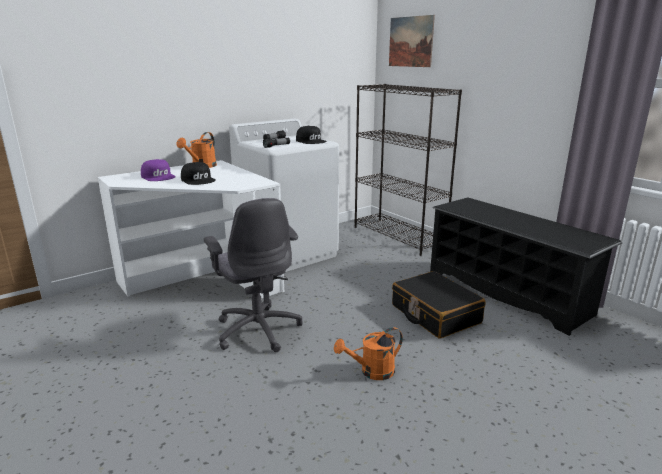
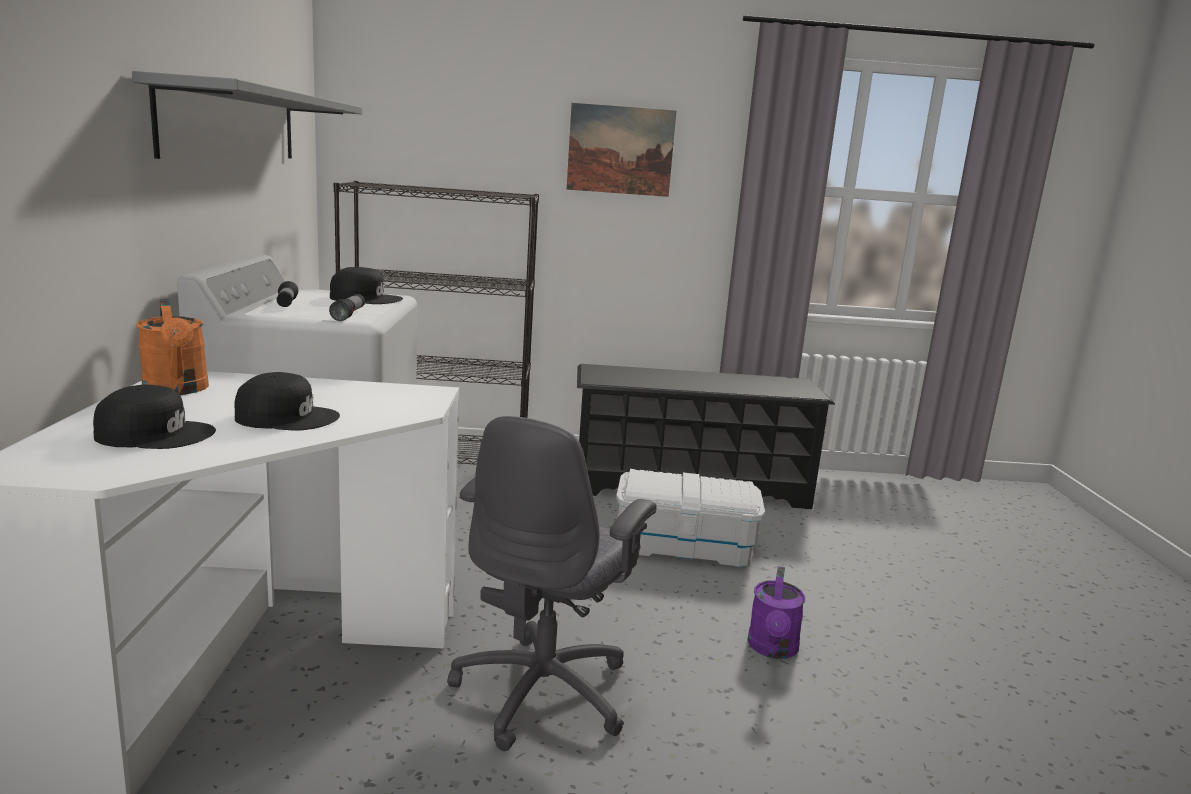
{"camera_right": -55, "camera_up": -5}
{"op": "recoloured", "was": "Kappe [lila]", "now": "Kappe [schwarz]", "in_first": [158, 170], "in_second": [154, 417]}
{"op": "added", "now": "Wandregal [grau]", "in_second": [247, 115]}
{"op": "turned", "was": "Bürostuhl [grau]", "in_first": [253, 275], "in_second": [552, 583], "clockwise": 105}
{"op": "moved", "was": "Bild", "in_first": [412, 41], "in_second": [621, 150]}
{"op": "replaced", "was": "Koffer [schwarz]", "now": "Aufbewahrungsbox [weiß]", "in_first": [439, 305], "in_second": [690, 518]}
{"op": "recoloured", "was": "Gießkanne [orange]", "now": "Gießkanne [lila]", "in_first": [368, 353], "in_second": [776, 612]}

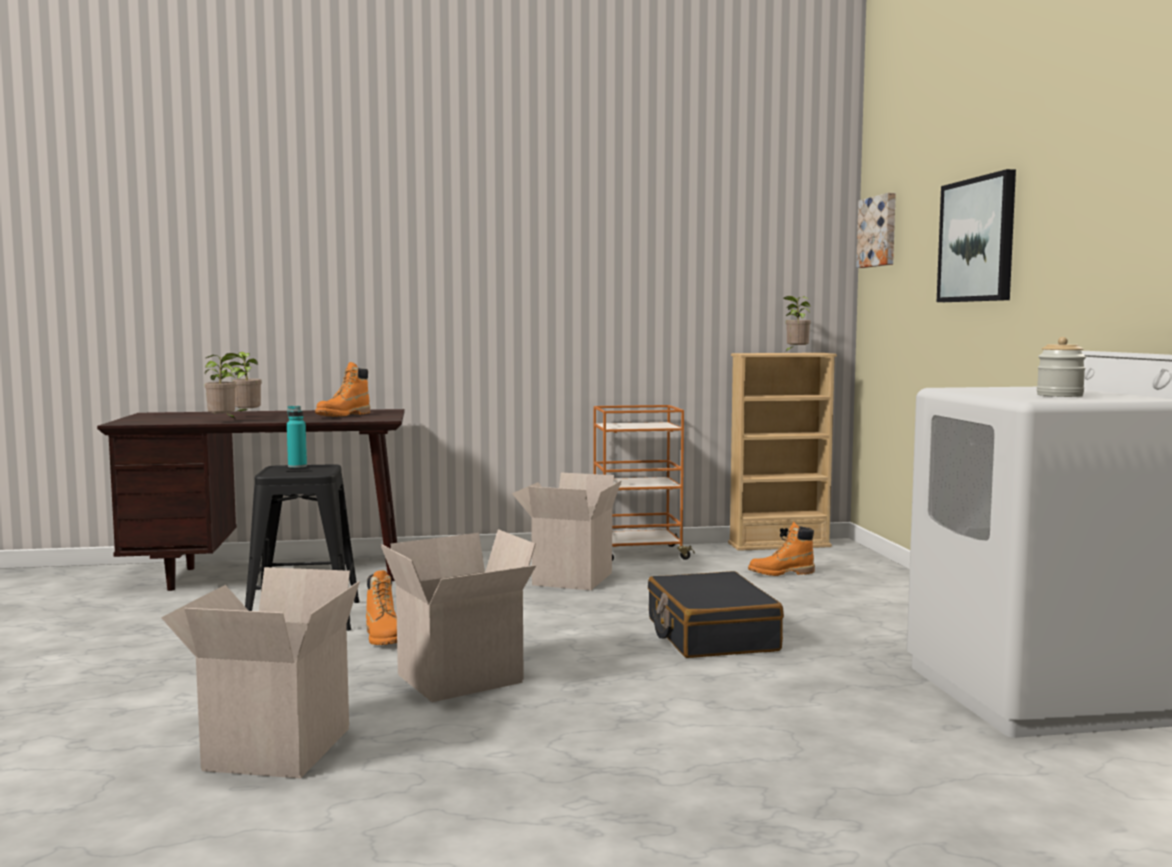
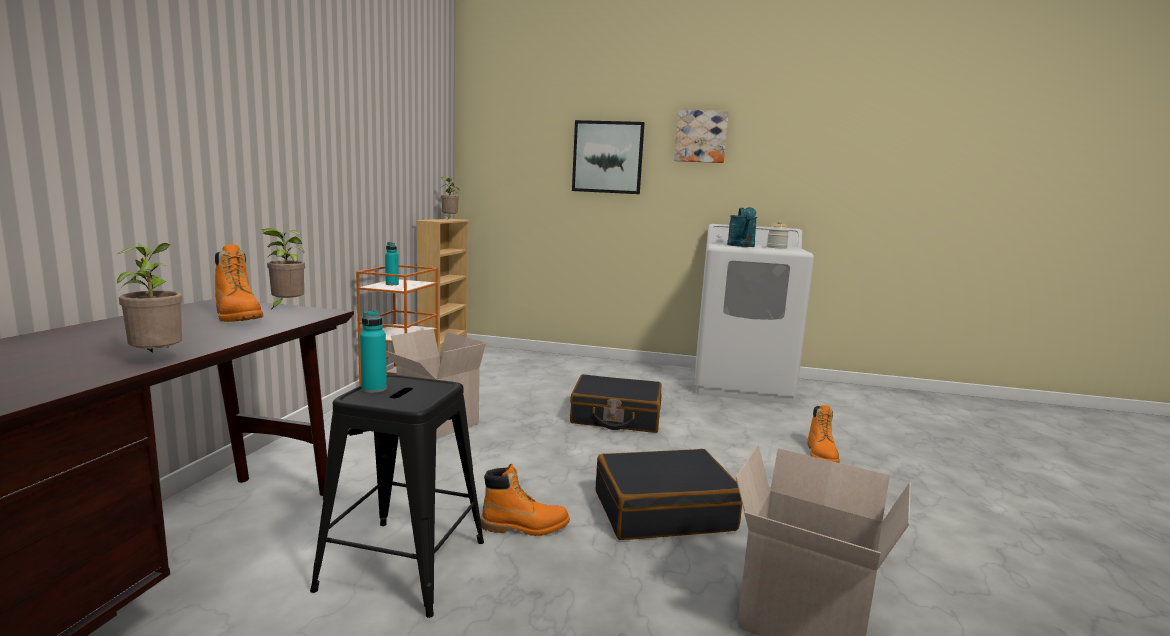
{"camera_right": -70, "camera_up": 5}
{"op": "moved", "was": "Topfpflanze", "in_first": [244, 383], "in_second": [283, 269]}
{"op": "added", "now": "Flasche [türkis]", "in_second": [392, 263]}
{"op": "replaced", "was": "Karton", "now": "Koffer [schwarz]", "in_first": [458, 615], "in_second": [669, 494]}
{"op": "moved", "was": "Bild", "in_first": [876, 230], "in_second": [701, 136]}
{"op": "added", "now": "Gießkanne [türkis]", "in_second": [742, 227]}
{"op": "moved", "was": "Stiefel [orange]", "in_first": [781, 549], "in_second": [824, 434]}

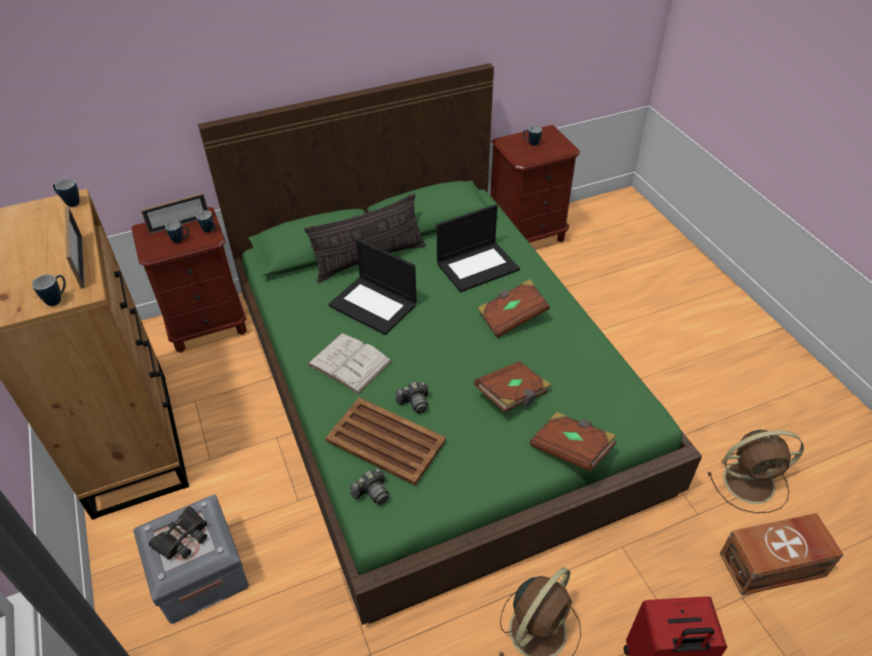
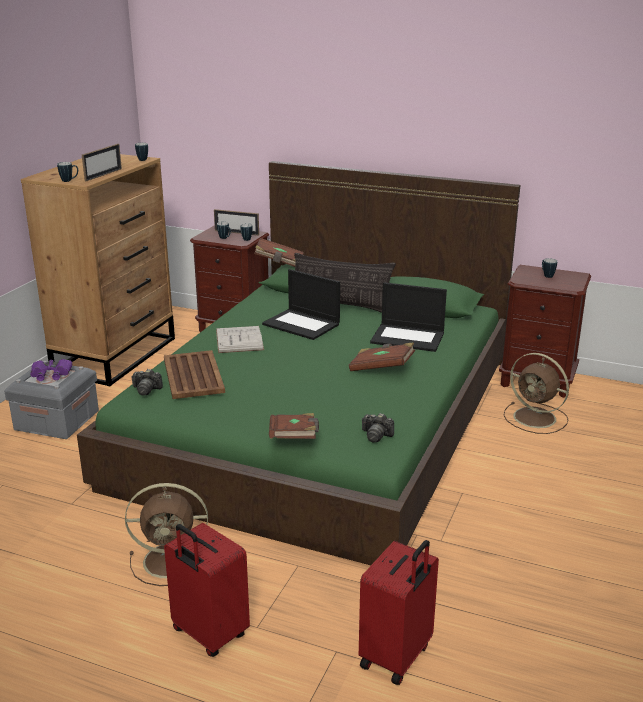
{"camera_right": 45, "camera_up": -20}
{"op": "recoloured", "was": "Fernglas [schwarz]", "now": "Fernglas [lila]", "in_first": [178, 533], "in_second": [51, 370]}
{"op": "moved", "was": "Buch [braun]", "in_first": [512, 386], "in_second": [279, 252]}
{"op": "turned", "was": "Laptop", "in_first": [372, 287], "in_second": [301, 304], "clockwise": -45}
{"op": "replaced", "was": "Aufbewahrungsbox [braun]", "now": "Koffer [rot]", "in_first": [782, 554], "in_second": [399, 612]}
{"op": "moved", "was": "Kamera", "in_first": [411, 398], "in_second": [378, 428]}
{"op": "moved", "was": "Ventilator [braun]", "in_first": [755, 471], "in_second": [536, 393]}

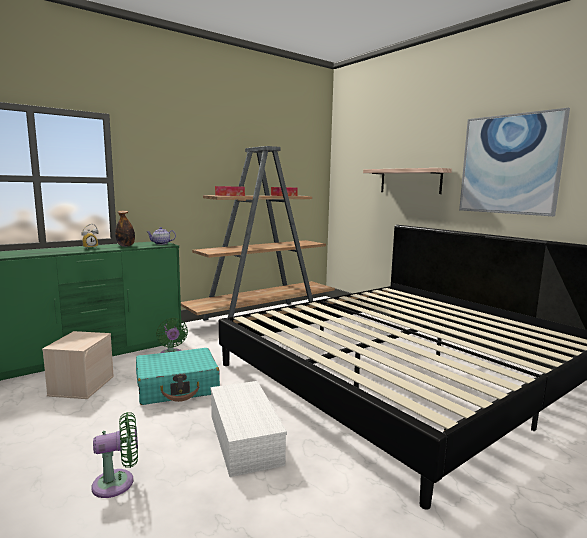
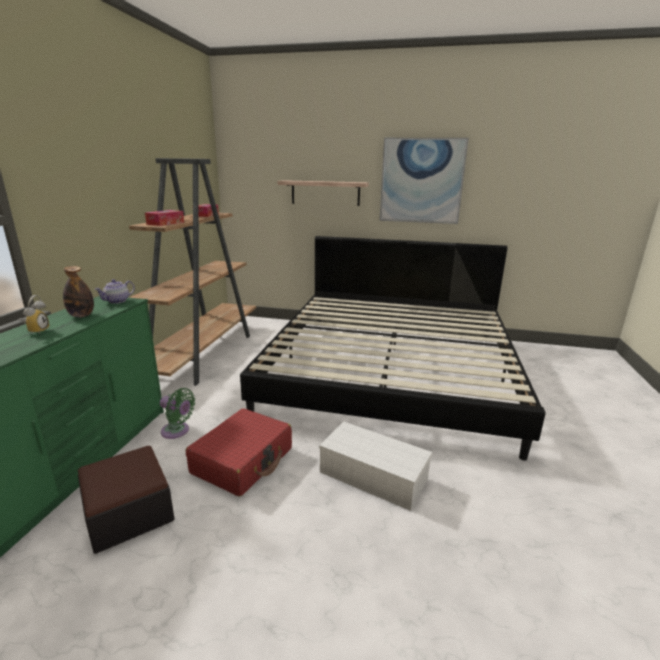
{"camera_right": -40, "camera_up": 10}
{"op": "replaced", "was": "Aufbewahrungsbox [beige]", "now": "Polsterhocker", "in_first": [78, 365], "in_second": [126, 500]}
{"op": "recoloured", "was": "Koffer [türkis]", "now": "Koffer [rot]", "in_first": [178, 376], "in_second": [239, 452]}
{"op": "removed", "was": "Ventilator [grün]", "in_first": [114, 455]}

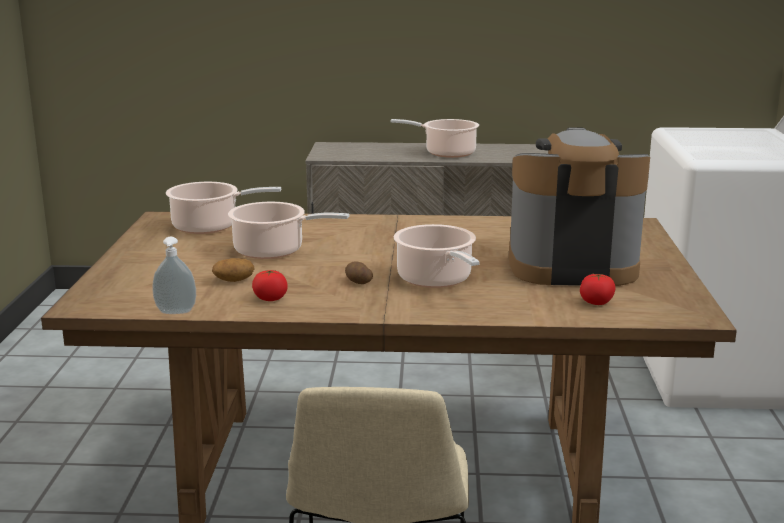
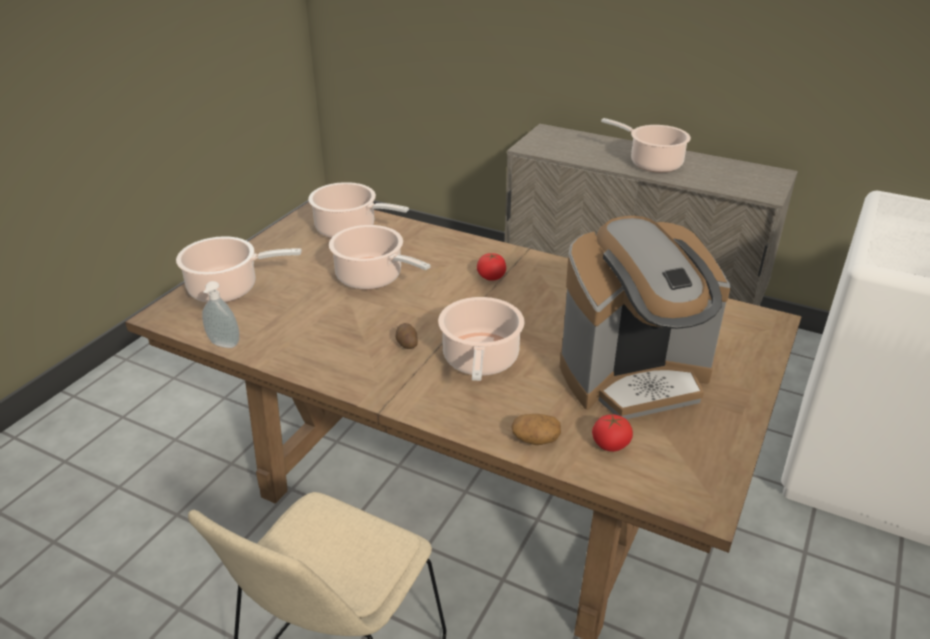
{"camera_right": 25, "camera_up": 15}
{"op": "added", "now": "Kochtopf", "in_second": [239, 269]}
{"op": "moved", "was": "Tomate", "in_first": [270, 285], "in_second": [491, 267]}
{"op": "moved", "was": "Kartoffel", "in_first": [233, 270], "in_second": [536, 429]}
{"op": "turned", "was": "Kaffeemaschine", "in_first": [579, 206], "in_second": [645, 317], "clockwise": 135}

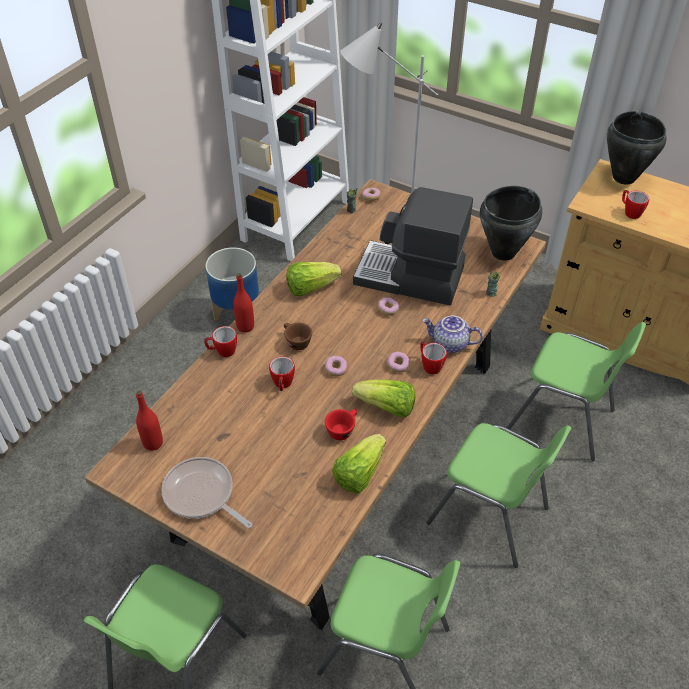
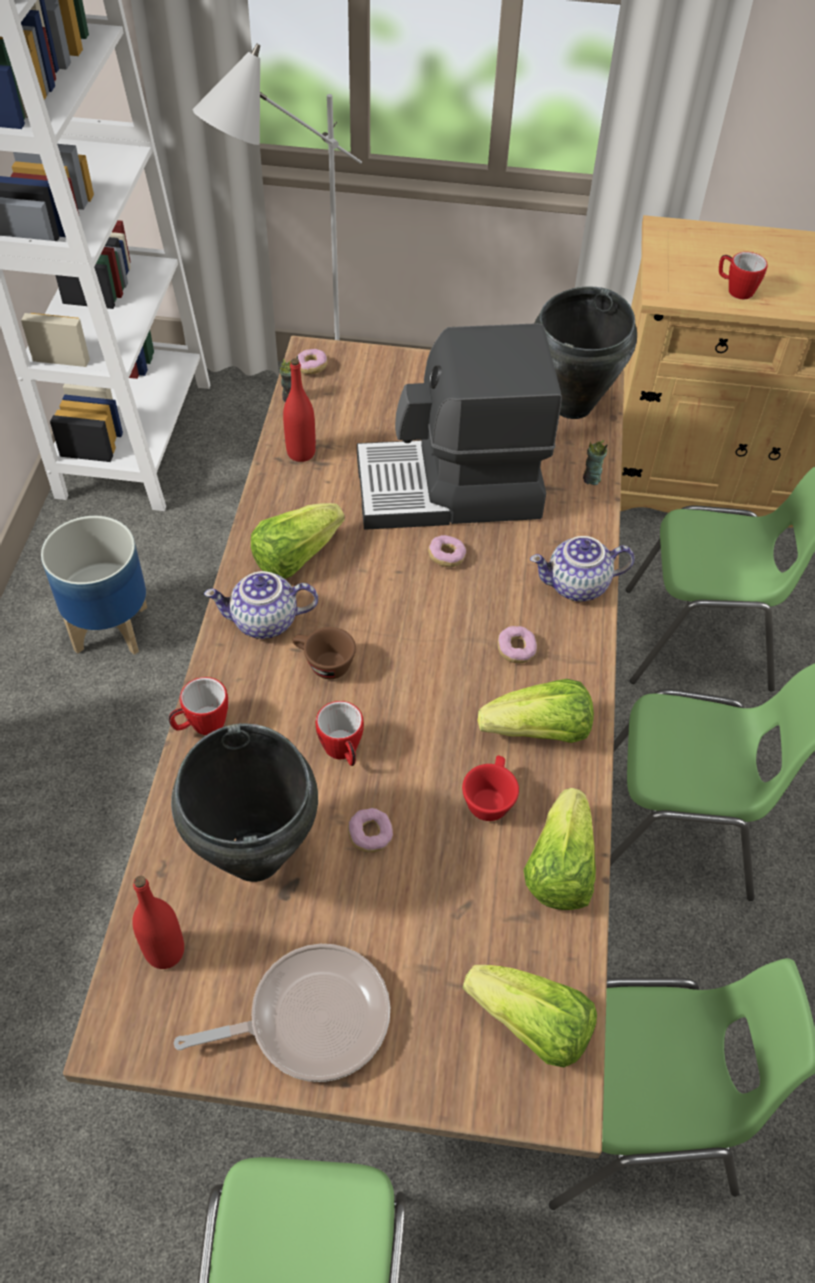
{"camera_right": -25, "camera_up": 5}
{"op": "moved", "was": "Kochtopf [schwarz]", "in_first": [636, 148], "in_second": [244, 802]}
{"op": "turned", "was": "Pfanne", "in_first": [207, 492], "in_second": [282, 1013], "clockwise": 150}
{"op": "added", "now": "Teekanne", "in_second": [261, 605]}
{"op": "moved", "was": "Flasche [rot]", "in_first": [243, 303], "in_second": [299, 410]}
{"op": "moved", "was": "Donut", "in_first": [336, 366], "in_second": [370, 830]}
{"op": "added", "now": "Salatkopf", "in_second": [530, 1016]}
{"op": "removed", "was": "Henkelbecher", "in_first": [433, 357]}

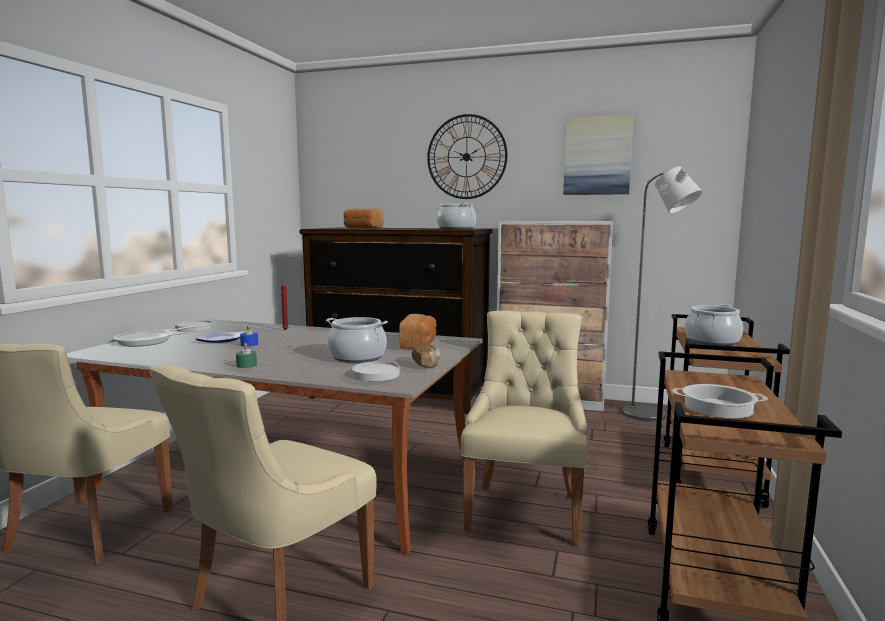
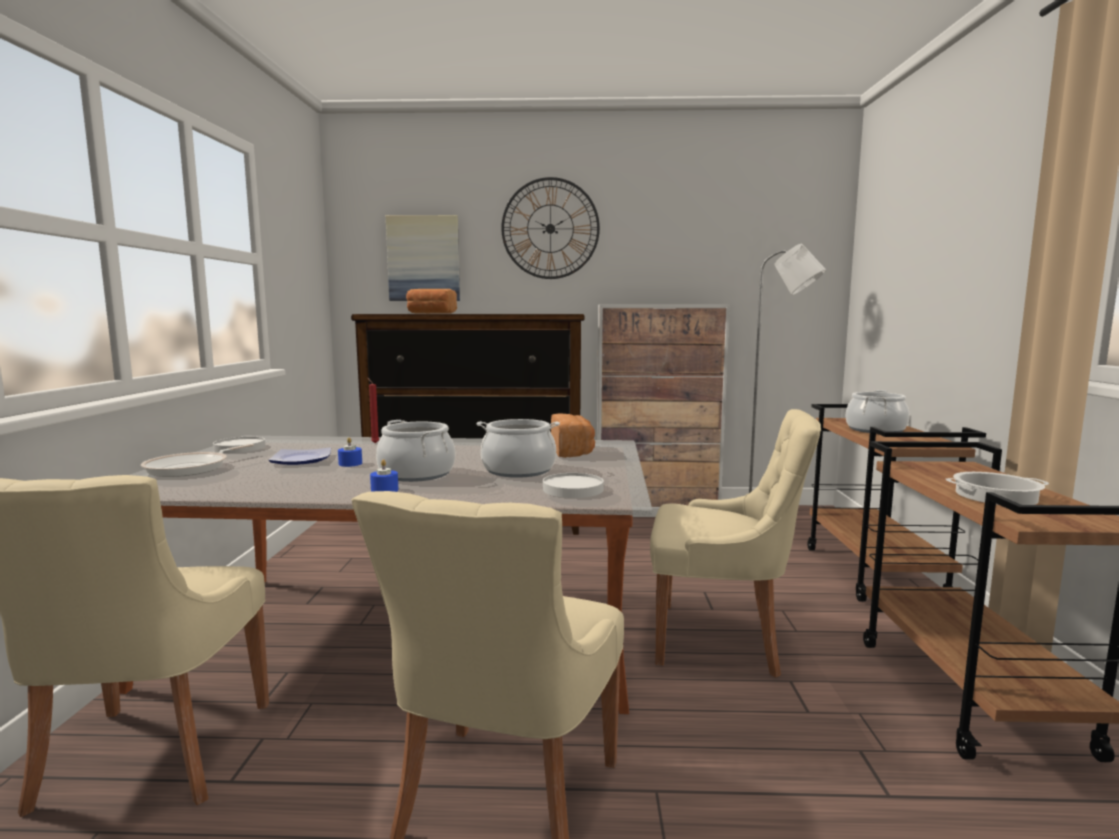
{"camera_right": -15, "camera_up": 0}
{"op": "recoloured", "was": "Kerze [grün]", "now": "Kerze [blau]", "in_first": [246, 355], "in_second": [384, 475]}
{"op": "moved", "was": "Kochtopf", "in_first": [456, 216], "in_second": [415, 451]}
{"op": "moved", "was": "Bild", "in_first": [598, 155], "in_second": [423, 258]}
{"op": "turned", "was": "Stuhl [beige]", "in_first": [524, 428], "in_second": [735, 543], "clockwise": 105}
{"op": "removed", "was": "Brot", "in_first": [426, 355]}

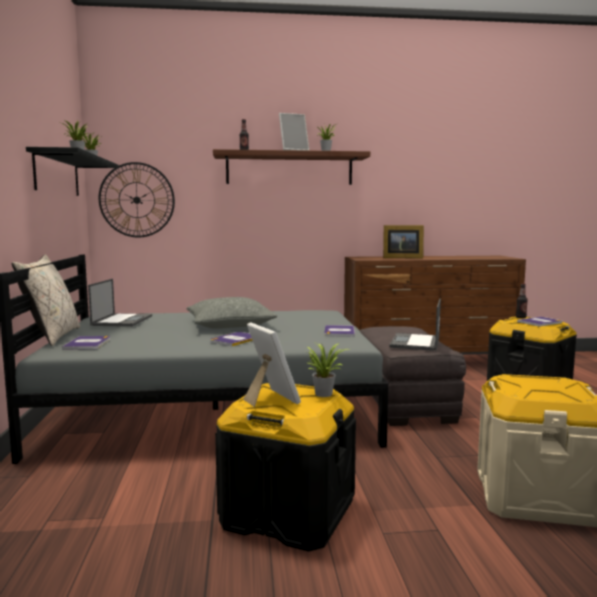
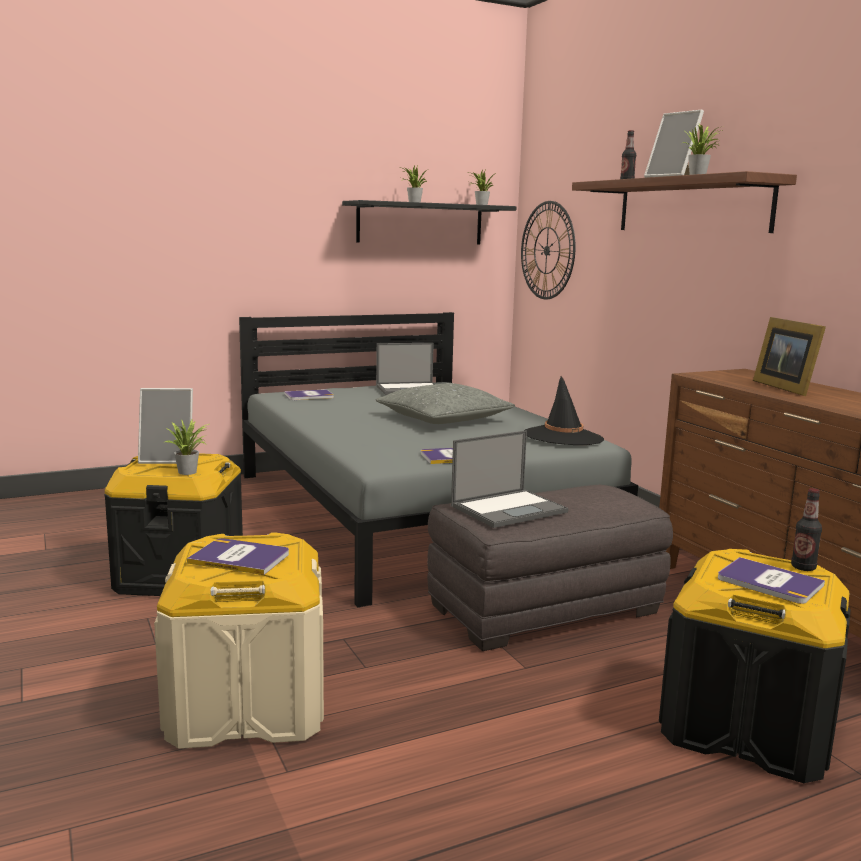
{"camera_right": 70, "camera_up": 5}
{"op": "turned", "was": "Bilderrahmen", "in_first": [272, 365], "in_second": [165, 426], "clockwise": 45}
{"op": "moved", "was": "Buch", "in_first": [231, 339], "in_second": [238, 556]}
{"op": "turned", "was": "Laptop", "in_first": [415, 325], "in_second": [509, 479], "clockwise": 150}
{"op": "added", "now": "Hut [schwarz]", "in_second": [564, 410]}
{"op": "removed", "was": "Kissen [beige]", "in_first": [46, 300]}

